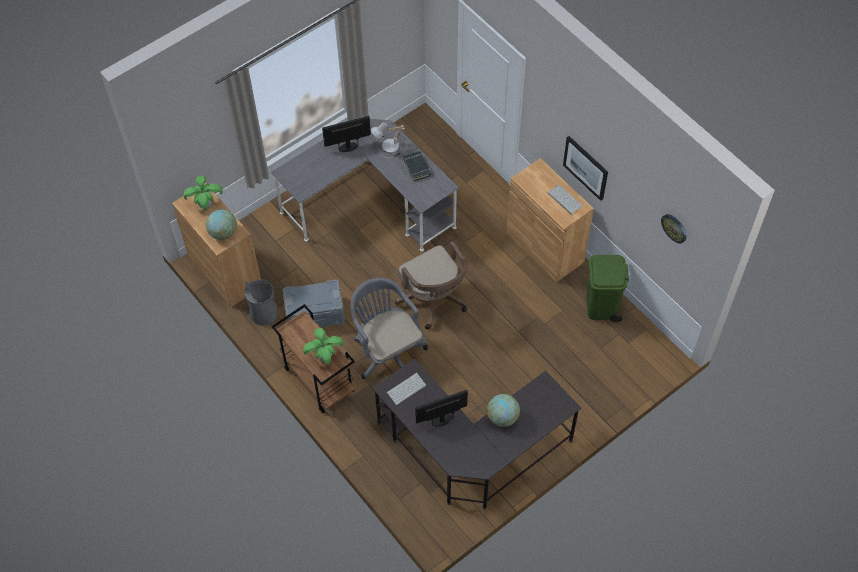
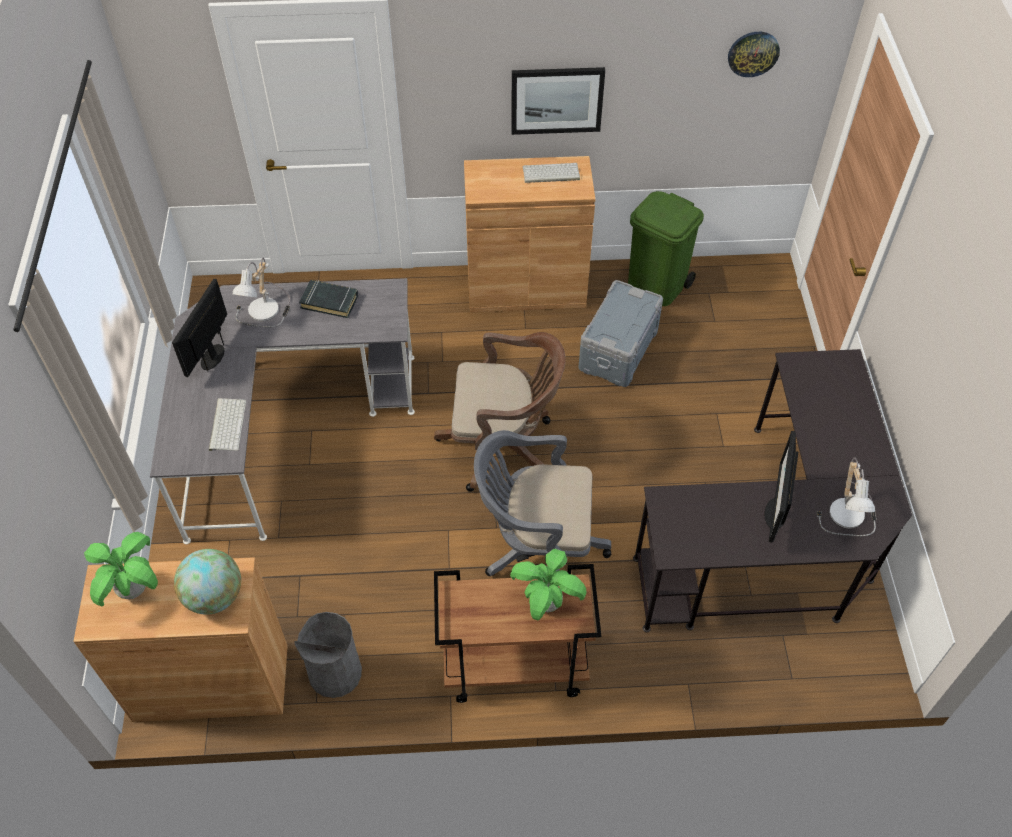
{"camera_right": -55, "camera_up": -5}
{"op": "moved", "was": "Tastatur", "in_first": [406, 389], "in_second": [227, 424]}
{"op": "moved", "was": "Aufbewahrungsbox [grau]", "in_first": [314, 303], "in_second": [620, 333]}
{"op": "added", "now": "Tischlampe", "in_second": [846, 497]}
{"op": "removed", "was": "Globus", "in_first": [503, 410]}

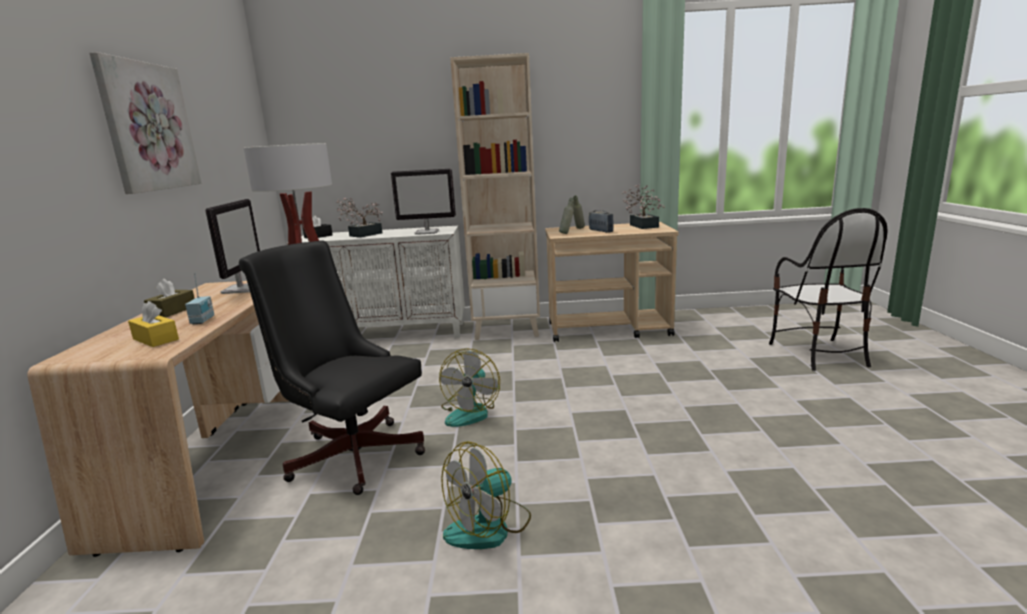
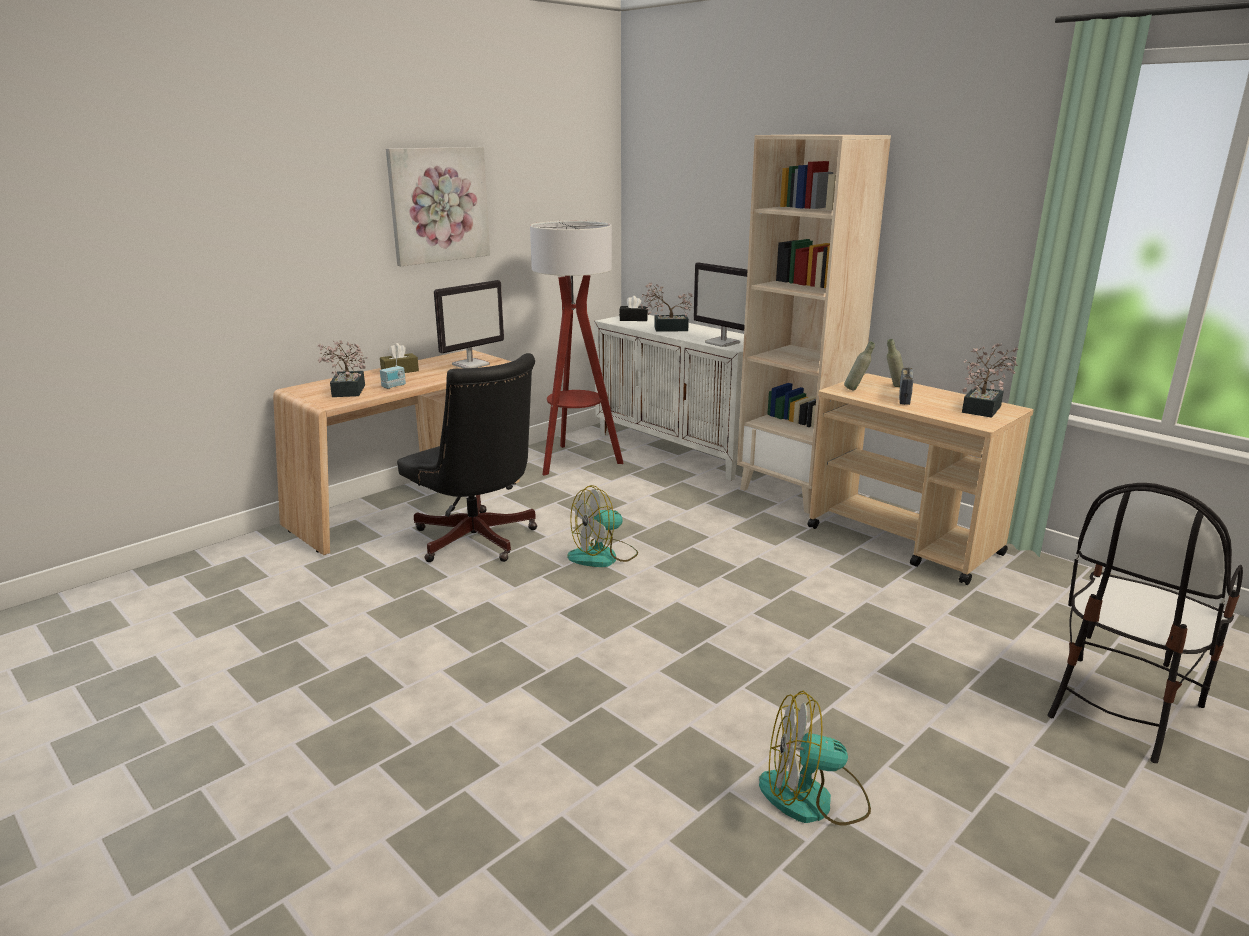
{"camera_right": 45, "camera_up": 5}
{"op": "replaced", "was": "Taschentuchbox [gelb]", "now": "Topfpflanze", "in_first": [153, 324], "in_second": [343, 368]}
{"op": "turned", "was": "Bürostuhl [schwarz]", "in_first": [332, 367], "in_second": [467, 457], "clockwise": 150}
{"op": "moved", "was": "Ventilator", "in_first": [486, 495], "in_second": [815, 758]}

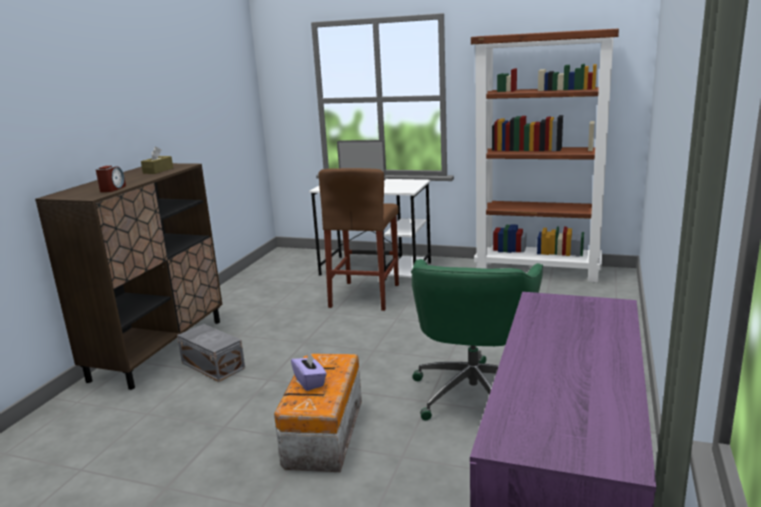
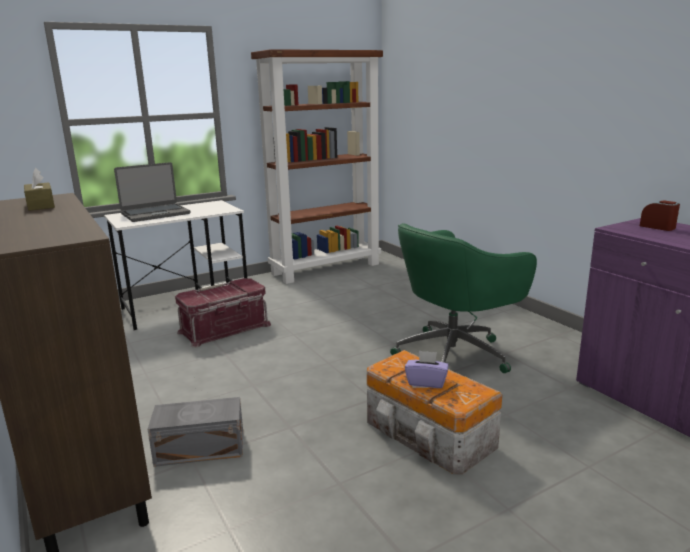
{"camera_right": -50, "camera_up": 0}
{"op": "replaced", "was": "Hocker [braun]", "now": "Aufbewahrungsbox [rot]", "in_first": [359, 239], "in_second": [223, 312]}
{"op": "turned", "was": "Bürostuhl [grün]", "in_first": [477, 339], "in_second": [463, 298], "clockwise": 90}
{"op": "moved", "was": "Wecker", "in_first": [111, 179], "in_second": [660, 215]}

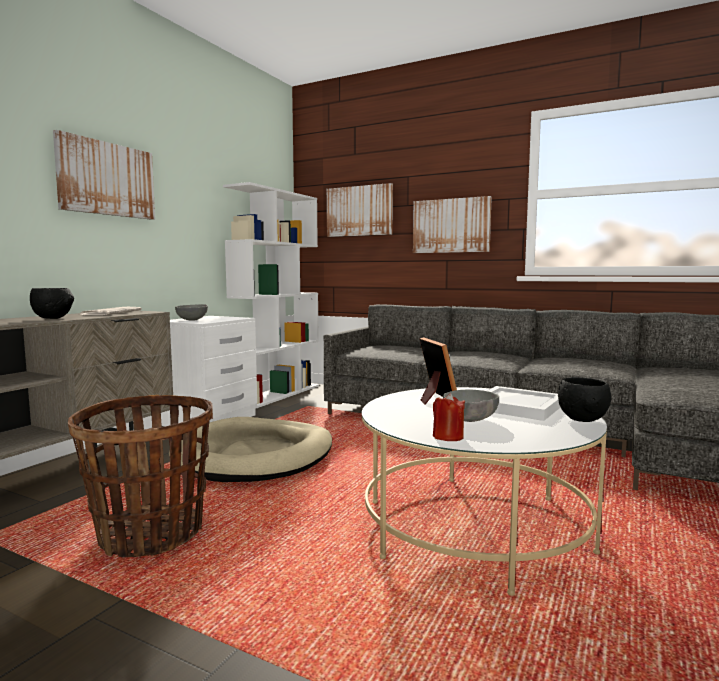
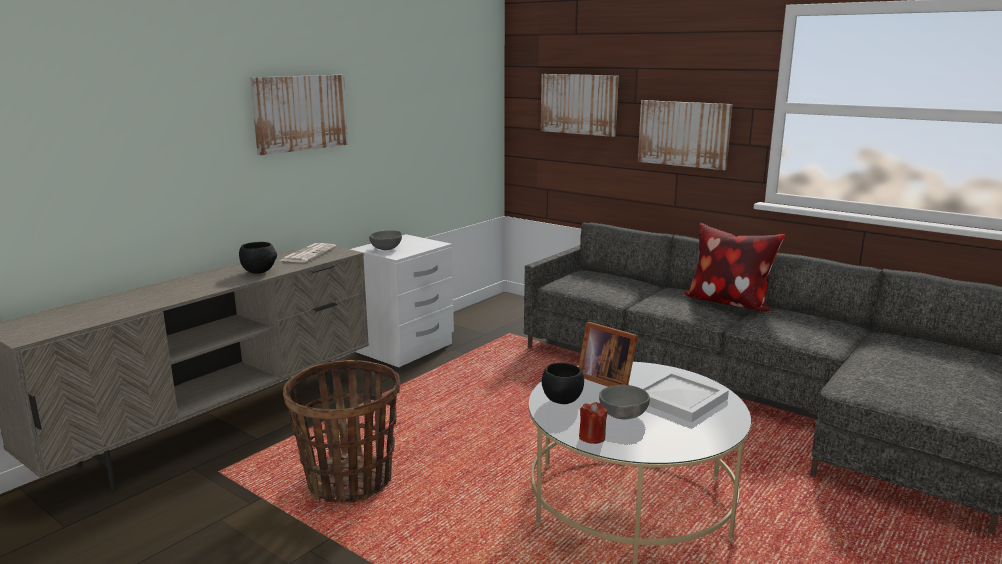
{"camera_right": 10, "camera_up": 10}
{"op": "moved", "was": "Schüssel [schwarz]", "in_first": [584, 399], "in_second": [563, 383]}
{"op": "turned", "was": "Bilderrahmen", "in_first": [438, 371], "in_second": [608, 354], "clockwise": 135}
{"op": "added", "now": "Kissen", "in_second": [734, 267]}
{"op": "removed", "was": "Hundebett [beige]", "in_first": [250, 449]}
{"op": "removed", "was": "Bücherregal [weiß]", "in_first": [271, 295]}

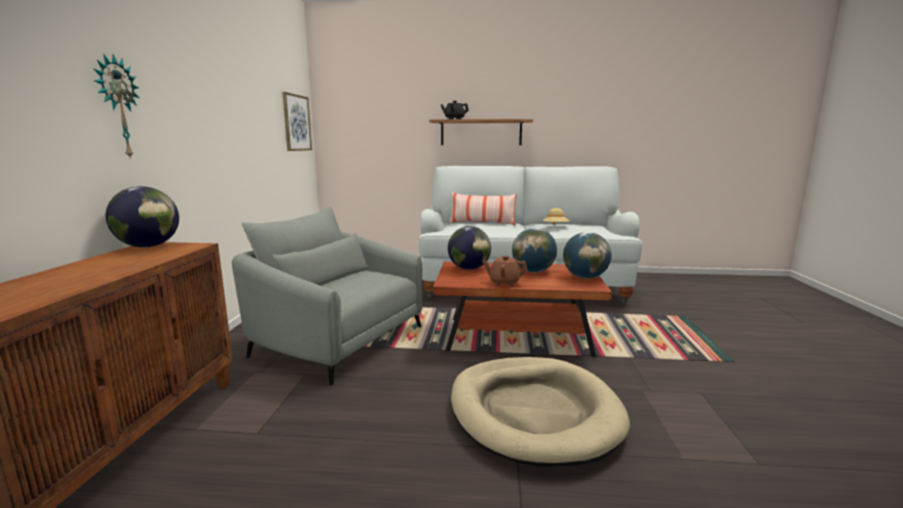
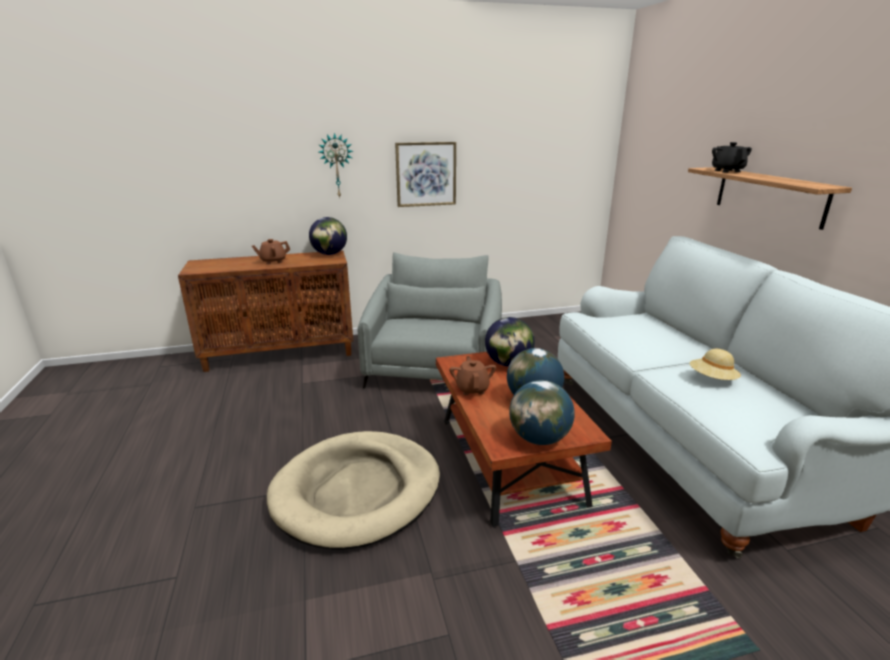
{"camera_right": 70, "camera_up": 10}
{"op": "added", "now": "Teekanne [braun]", "in_second": [271, 251]}
{"op": "moved", "was": "Bild", "in_first": [297, 121], "in_second": [425, 174]}
{"op": "removed", "was": "Kissen", "in_first": [483, 209]}

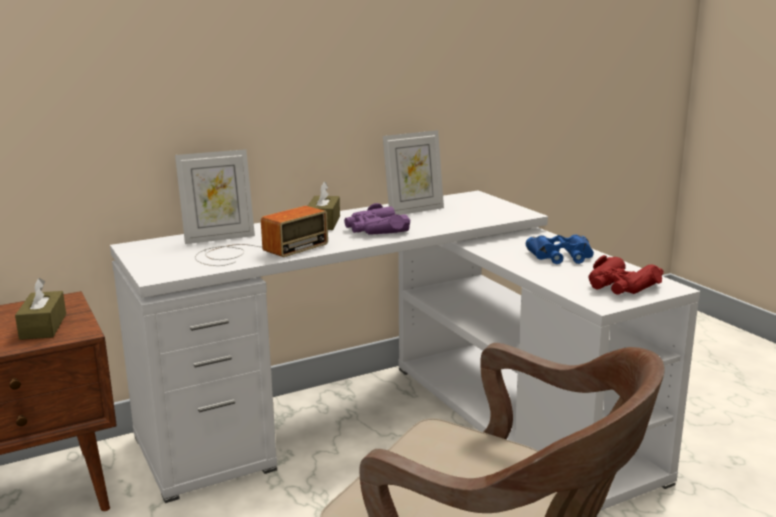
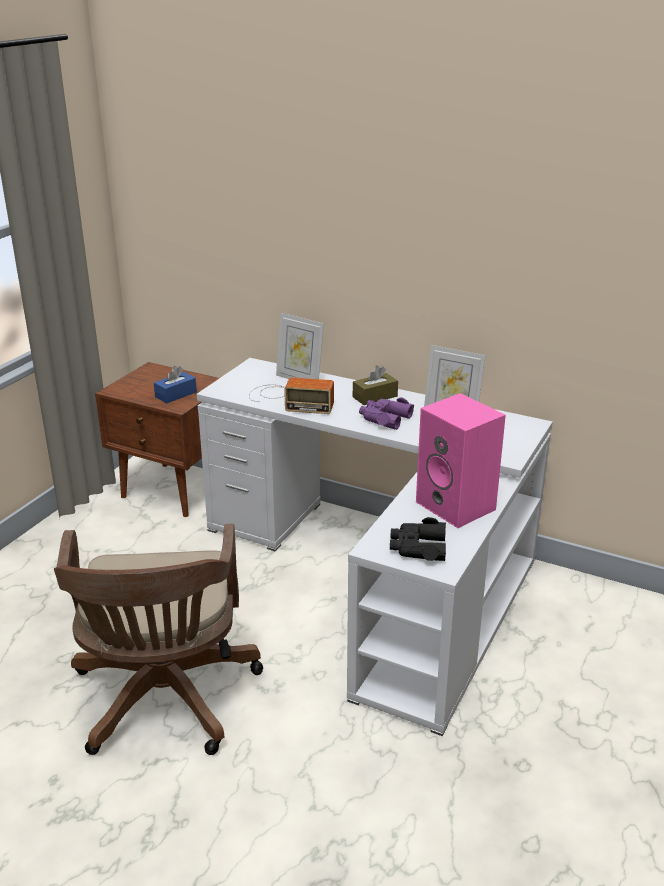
{"camera_right": 55, "camera_up": 10}
{"op": "recoloured", "was": "Taschentuchbox [braun]", "now": "Taschentuchbox [blau]", "in_first": [40, 309], "in_second": [175, 384]}
{"op": "recoloured", "was": "Fernglas [rot]", "now": "Fernglas [schwarz]", "in_first": [626, 275], "in_second": [418, 539]}
{"op": "replaced", "was": "Fernglas [blau]", "now": "Lautsprecher [rosa]", "in_first": [560, 249], "in_second": [461, 460]}

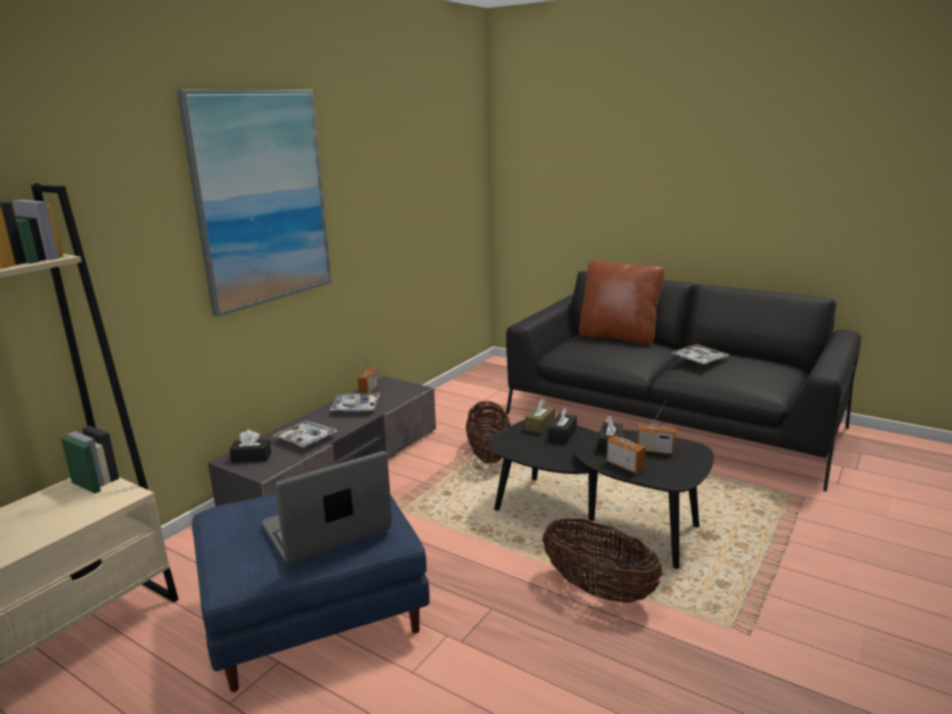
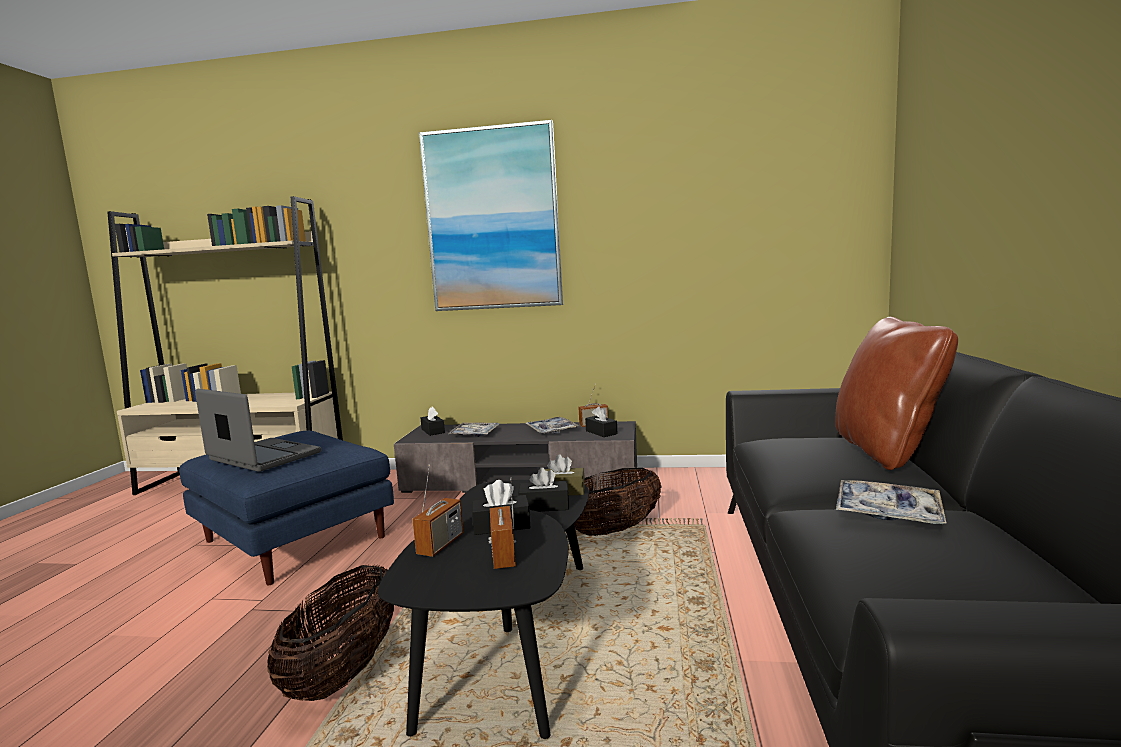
{"camera_right": 65, "camera_up": -10}
{"op": "added", "now": "Taschentuchbox [schwarz]", "in_second": [601, 422]}

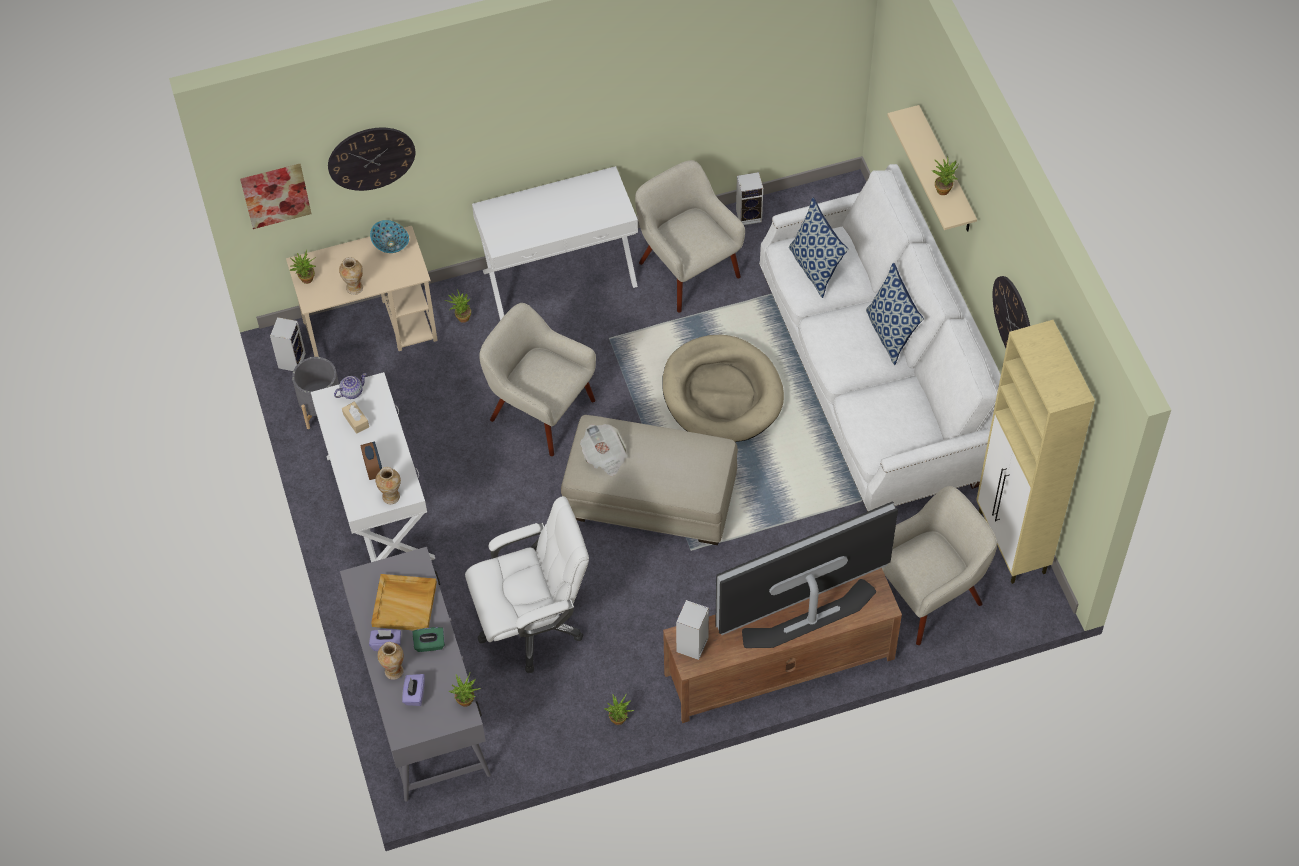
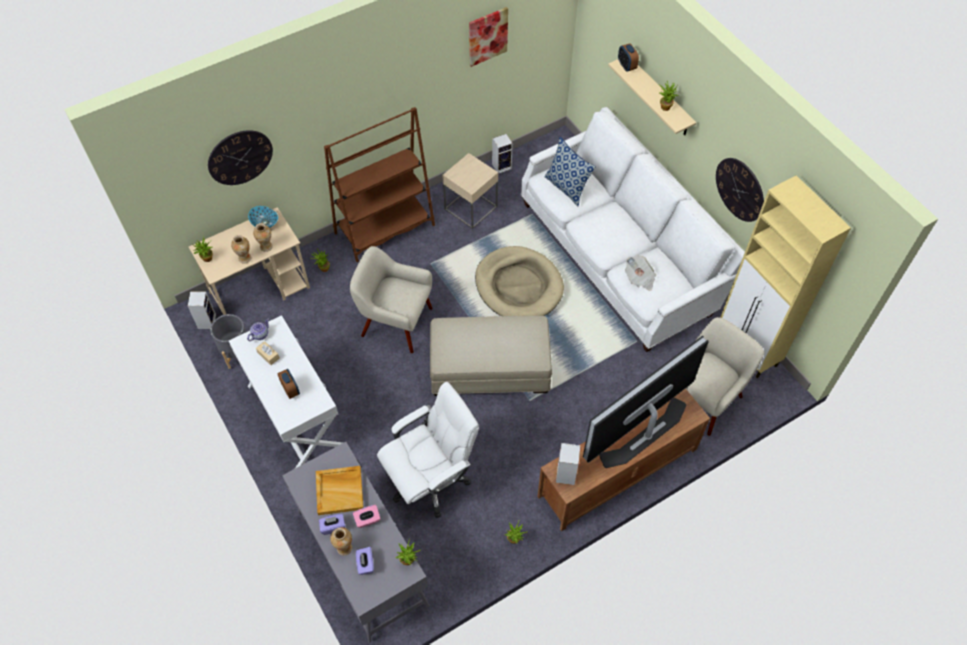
{"camera_right": -15, "camera_up": 0}
{"op": "moved", "was": "Vase", "in_first": [388, 485], "in_second": [263, 237]}
{"op": "replaced", "was": "Konsolentisch [weiß]", "now": "Bücherregal [braun]", "in_first": [555, 243], "in_second": [379, 184]}
{"op": "recoloured", "was": "Taschentuchbox [grün]", "now": "Taschentuchbox [rosa]", "in_first": [428, 639], "in_second": [367, 516]}
{"op": "replaced", "was": "Sessel [beige]", "now": "Beistelltisch [beige]", "in_first": [690, 236], "in_second": [470, 191]}
{"op": "moved", "was": "Bild", "in_first": [275, 196], "in_second": [488, 37]}
{"op": "added", "now": "Wecker", "in_second": [628, 57]}
{"op": "moved", "was": "Zeitung", "in_first": [604, 450], "in_second": [640, 273]}
{"op": "removed", "was": "Kissen", "in_first": [895, 314]}

